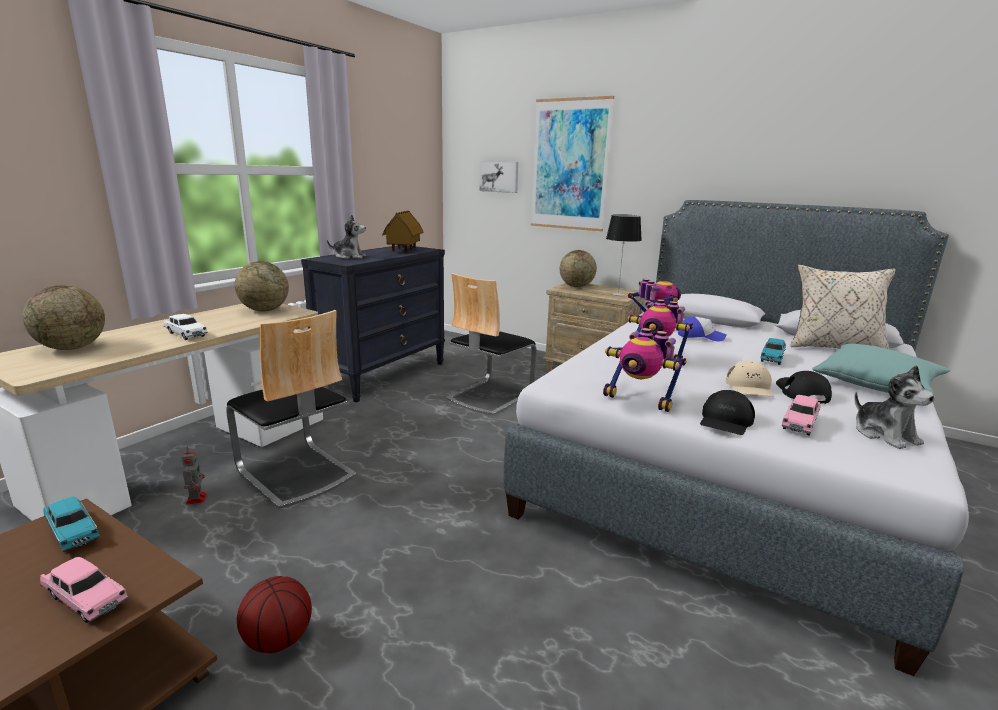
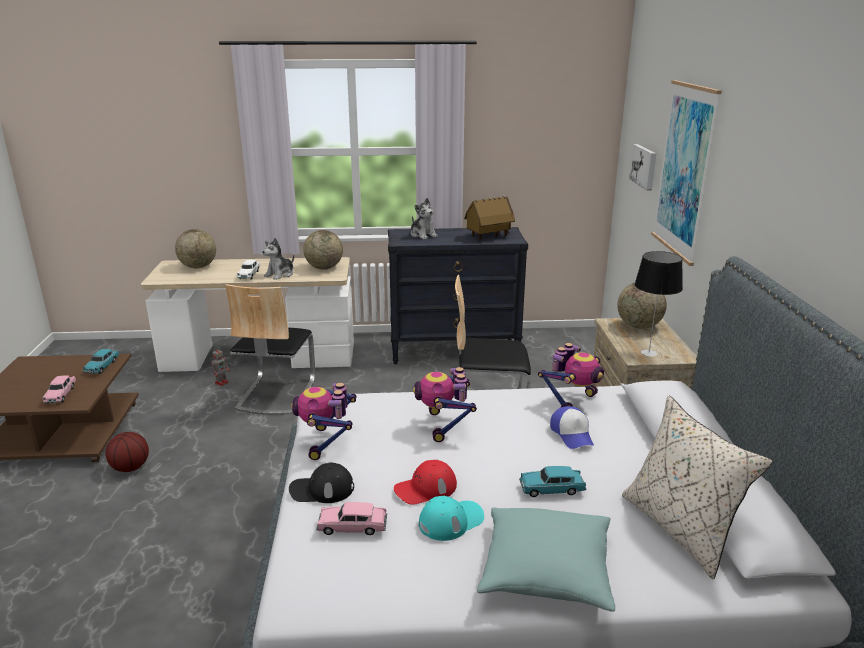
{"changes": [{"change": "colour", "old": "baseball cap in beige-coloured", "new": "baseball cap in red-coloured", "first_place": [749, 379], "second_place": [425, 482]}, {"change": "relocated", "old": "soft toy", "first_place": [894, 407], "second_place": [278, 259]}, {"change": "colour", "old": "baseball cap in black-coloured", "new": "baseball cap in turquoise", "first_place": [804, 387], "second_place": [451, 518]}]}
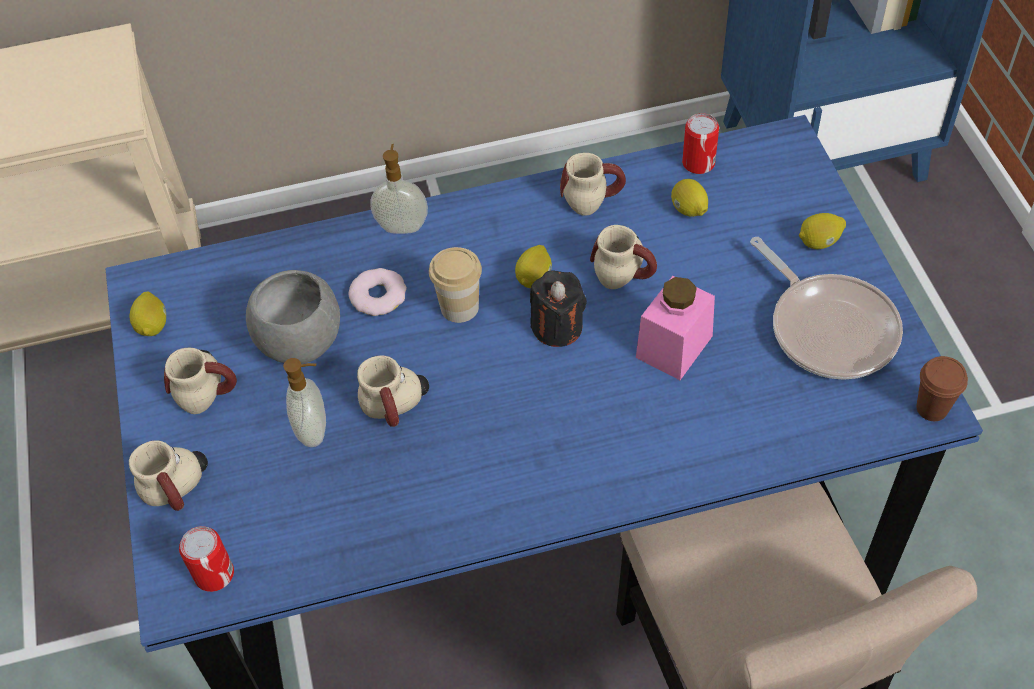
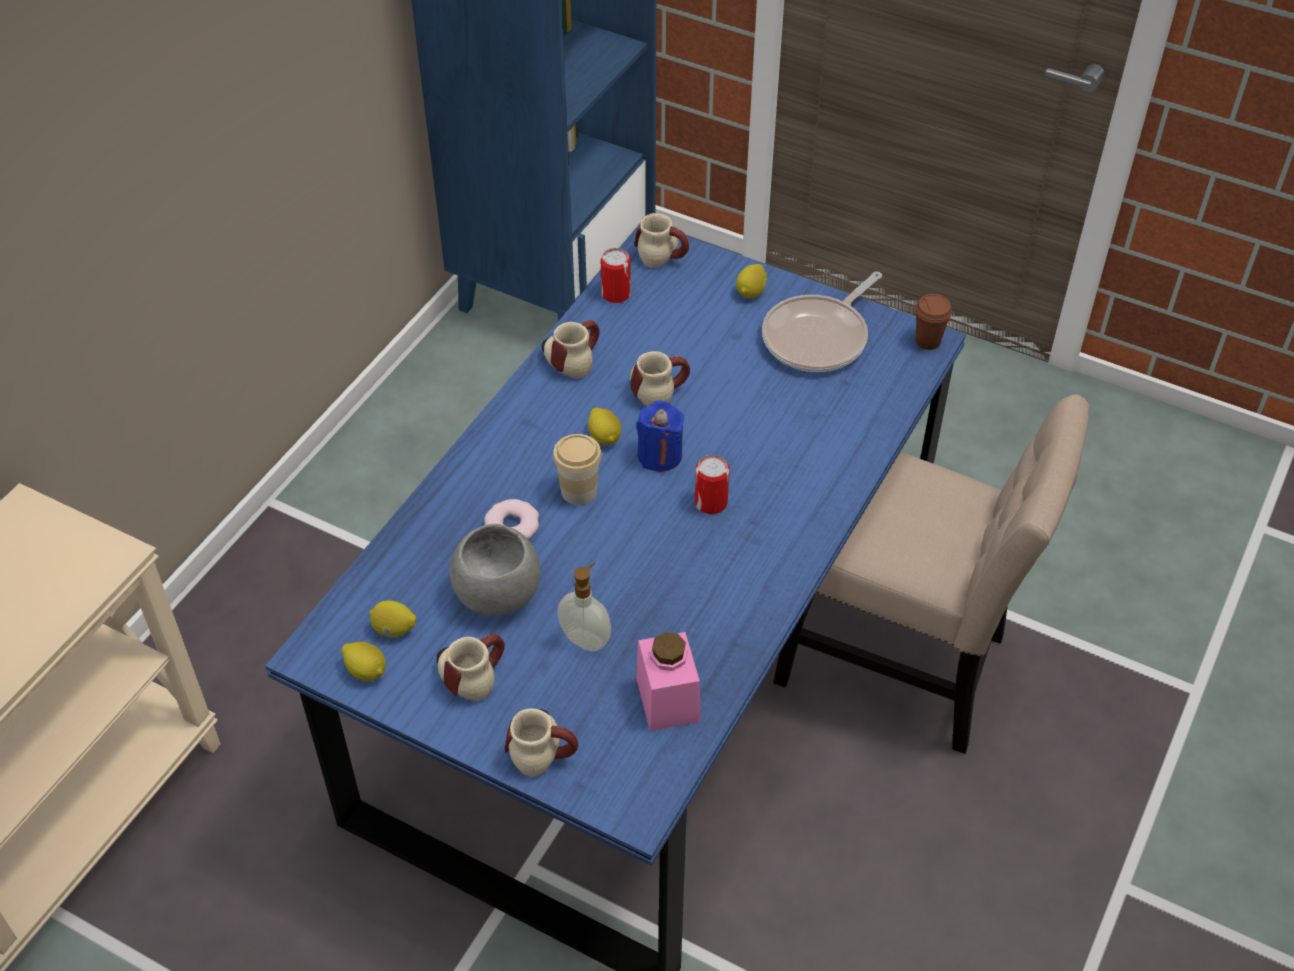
{"changes": [{"change": "missing", "old": "soap bottle", "first_place": [399, 189]}, {"change": "relocated", "old": "lemon", "first_place": [689, 198], "second_place": [393, 618]}, {"change": "spun", "old": "pan", "first_place": [826, 308], "second_place": [822, 321], "degrees": 120}, {"change": "colour", "old": "wax candle in black-coloured", "new": "wax candle in blue", "first_place": [558, 308], "second_place": [660, 436]}, {"change": "relocated", "old": "preserve jar in pink", "first_place": [675, 328], "second_place": [668, 681]}, {"change": "relocated", "old": "coffee mug", "first_place": [393, 391], "second_place": [662, 240]}, {"change": "relocated", "old": "metal can", "first_place": [206, 559], "second_place": [712, 484]}]}
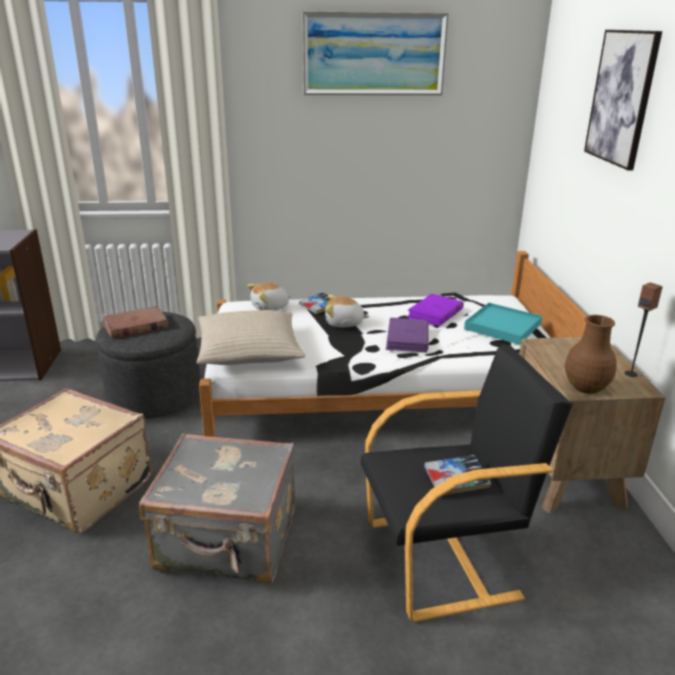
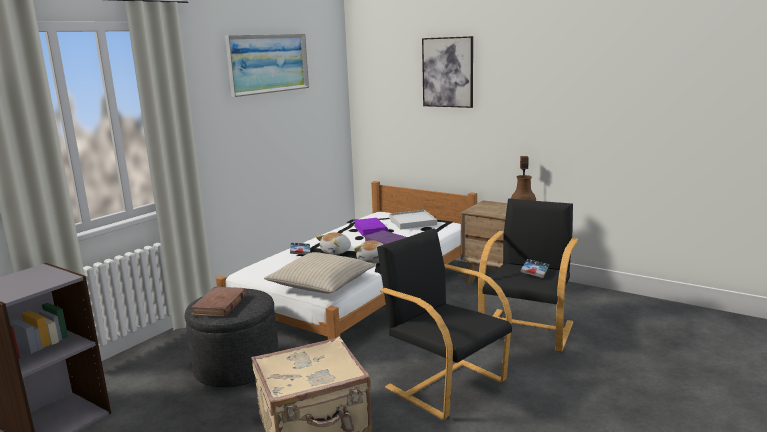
{"changes": [{"change": "relocated", "old": "soft toy", "first_place": [269, 296], "second_place": [368, 252]}, {"change": "colour", "old": "serving tray in turquoise", "new": "serving tray in white-coloured", "first_place": [503, 324], "second_place": [413, 220]}, {"change": "exchanged", "old": "travel case in greyish", "new": "easy chair in black-coloured", "first_place": [217, 508], "second_place": [444, 324]}]}
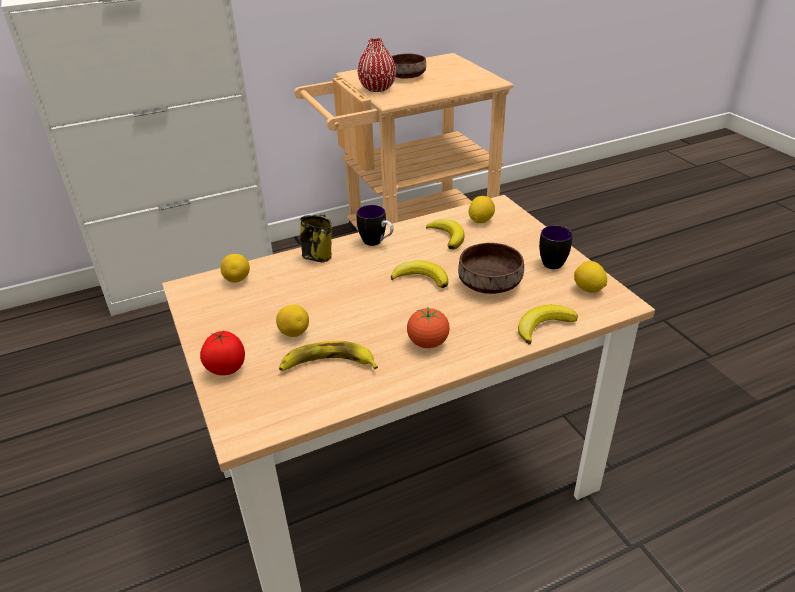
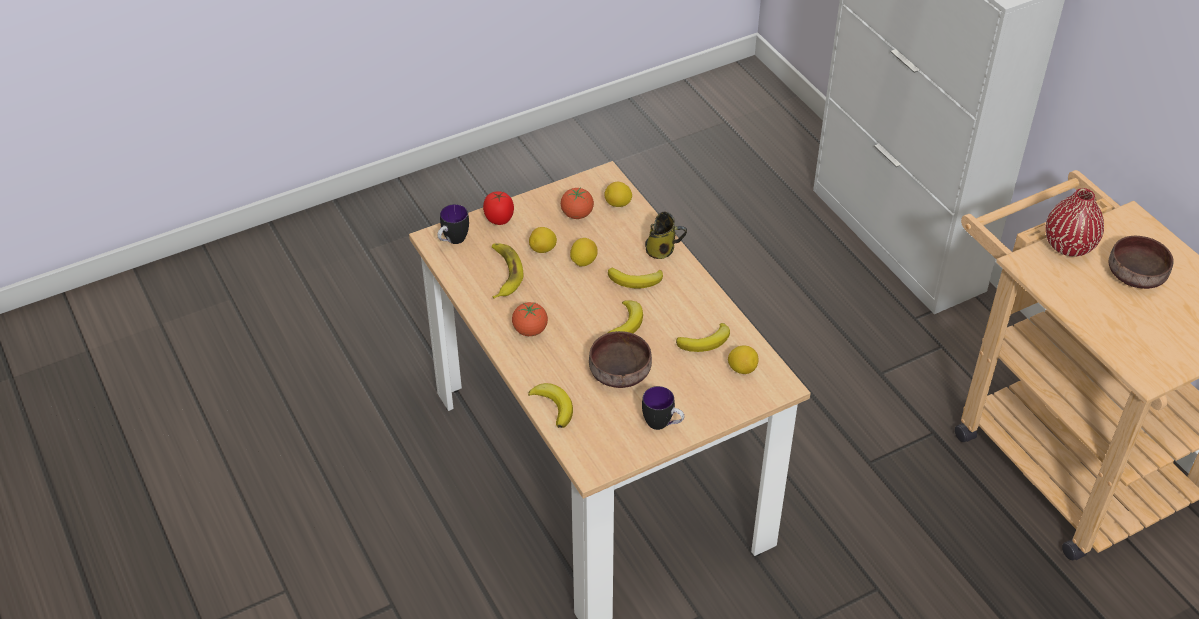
{"changes": [{"change": "relocated", "old": "coffee mug", "first_place": [375, 225], "second_place": [453, 224]}, {"change": "relocated", "old": "lemon", "first_place": [590, 277], "second_place": [584, 252]}, {"change": "appeared", "new": "whole tomato", "second_place": [577, 203]}, {"change": "appeared", "new": "banana fruit", "second_place": [635, 278]}]}
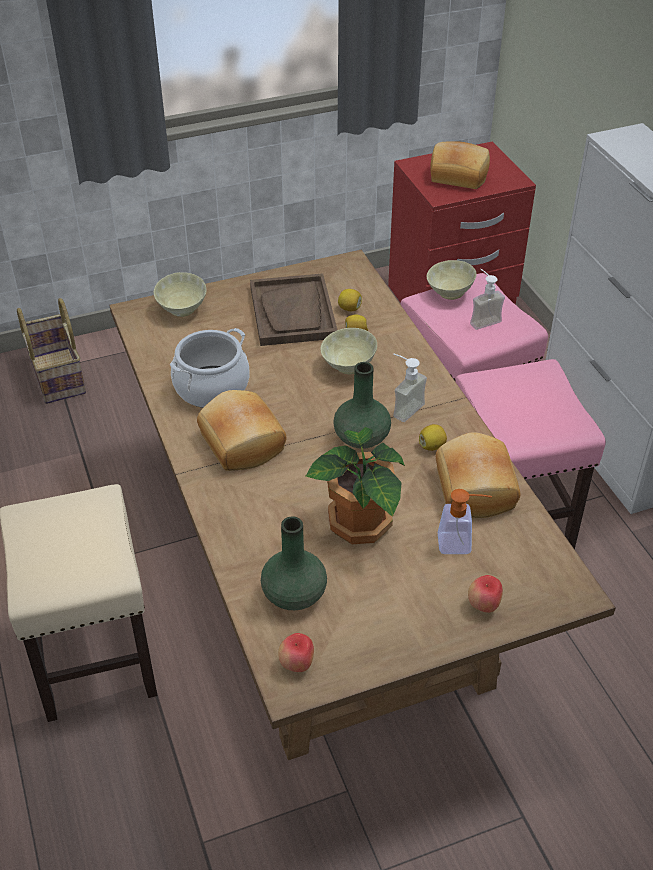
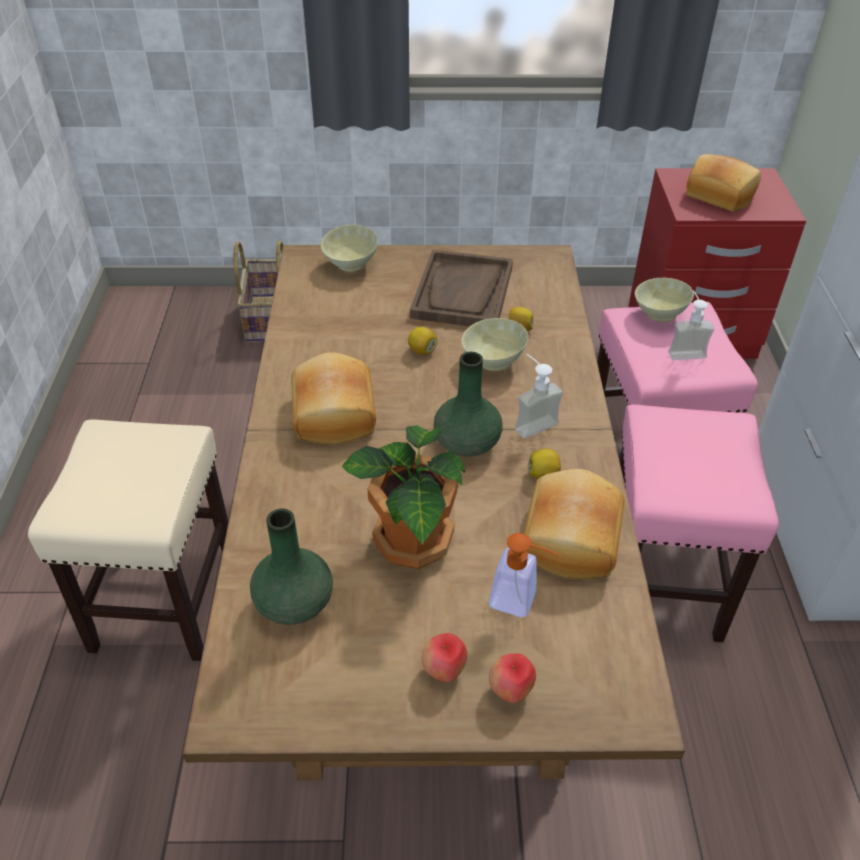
{"changes": [{"change": "relocated", "old": "lemon", "first_place": [350, 300], "second_place": [423, 341]}, {"change": "missing", "old": "saucepot", "first_place": [209, 368]}, {"change": "relocated", "old": "whole apple", "first_place": [296, 652], "second_place": [444, 657]}]}
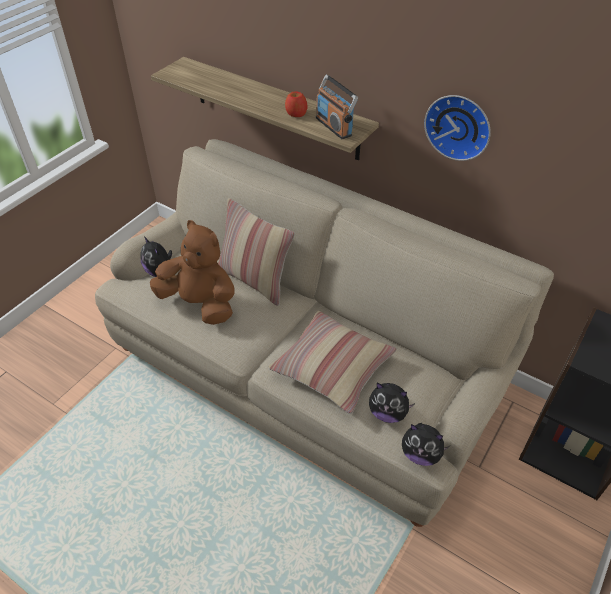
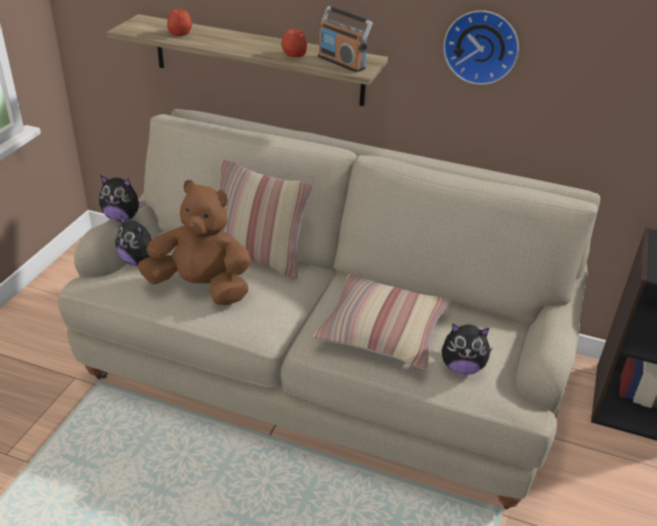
{"changes": [{"change": "relocated", "old": "soft toy", "first_place": [425, 444], "second_place": [122, 198]}, {"change": "appeared", "new": "whole apple", "second_place": [179, 22]}]}
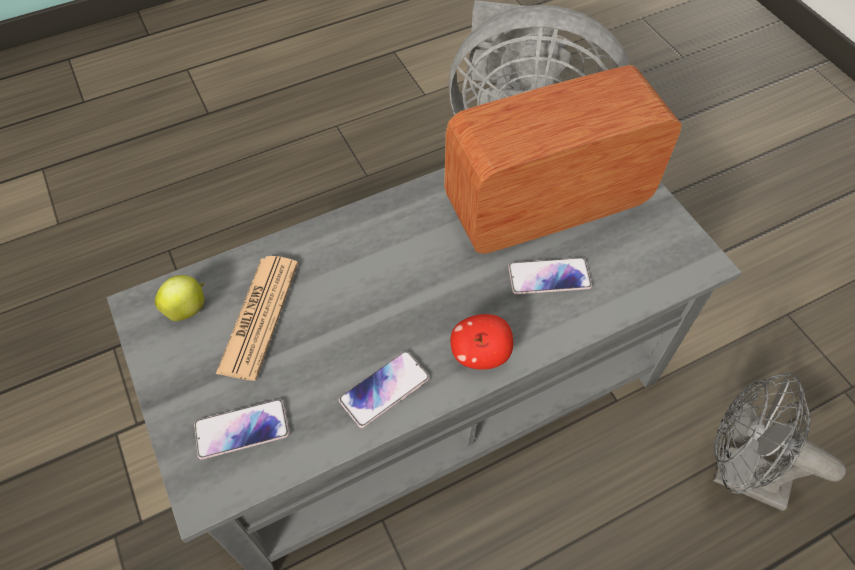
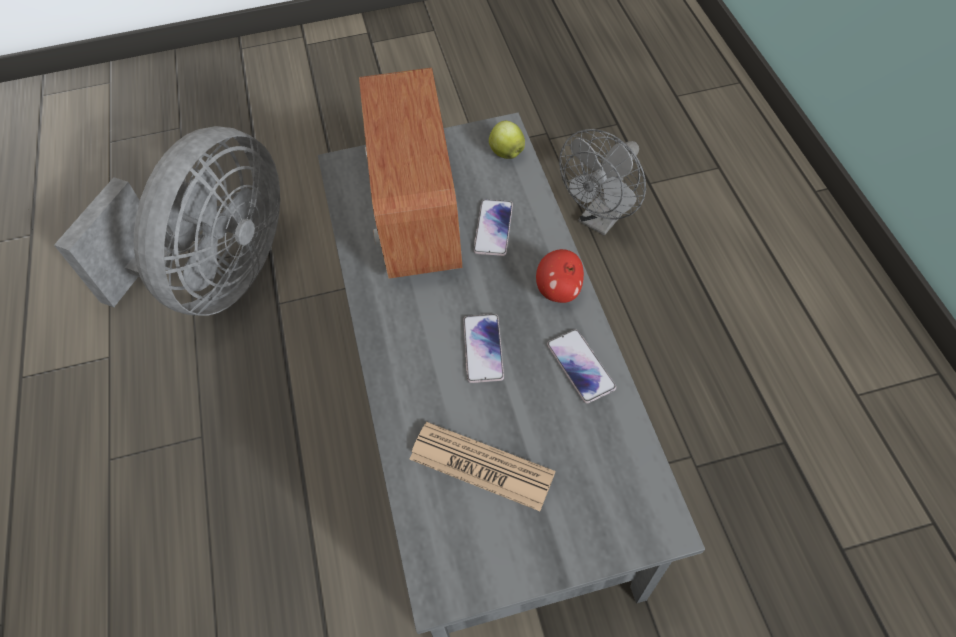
{"changes": [{"change": "relocated", "old": "whole apple", "first_place": [179, 298], "second_place": [507, 140]}, {"change": "relocated", "old": "phone", "first_place": [241, 429], "second_place": [483, 348]}]}
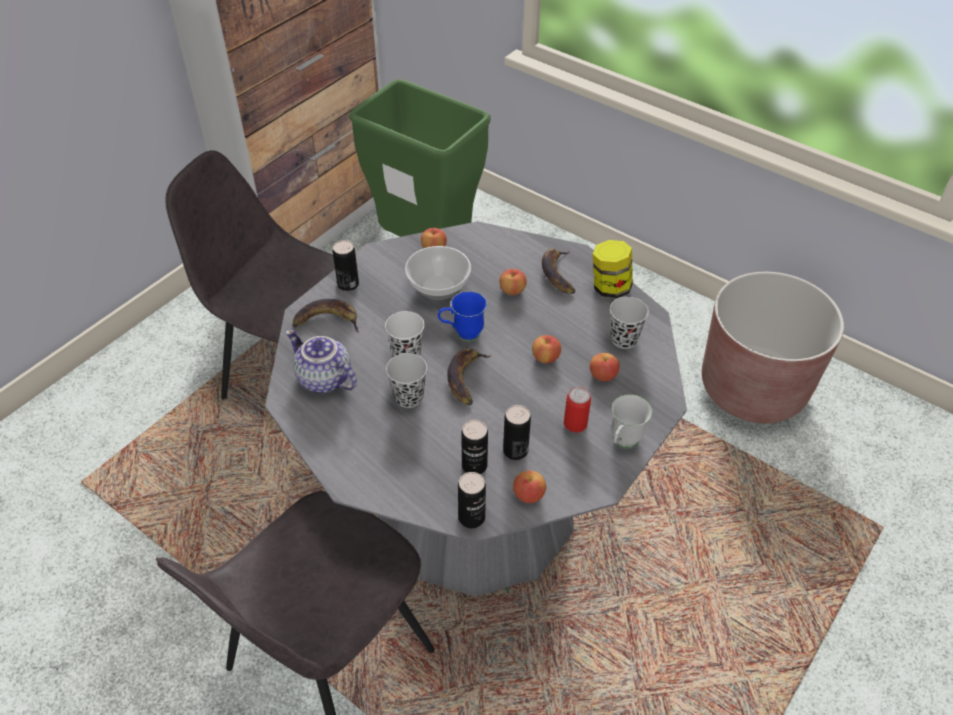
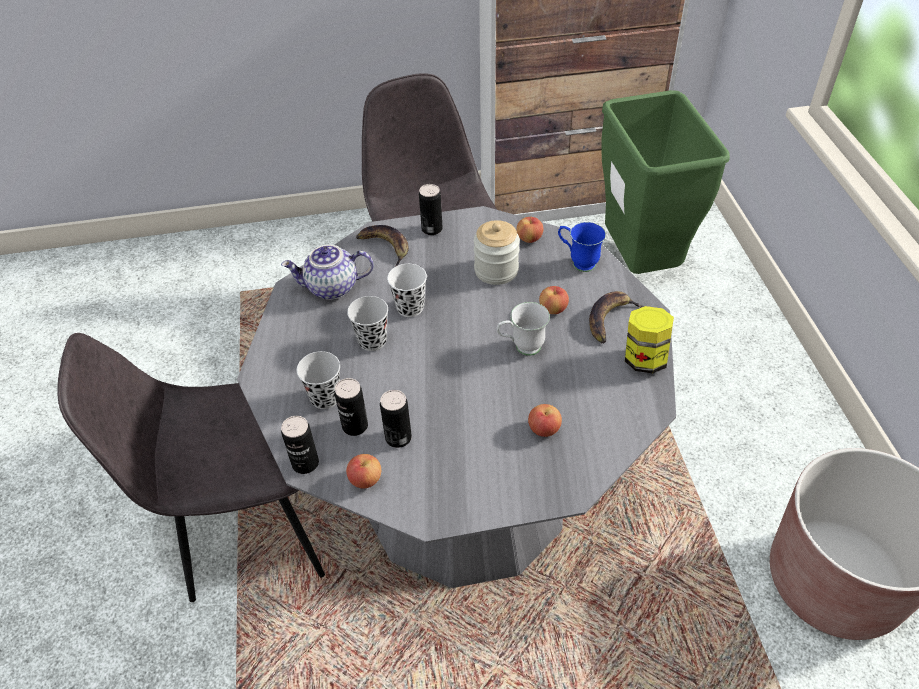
{"changes": [{"change": "exchanged", "old": "bowl", "new": "preserve jar", "first_place": [438, 273], "second_place": [497, 252]}, {"change": "relocated", "old": "coffee mug in blue", "first_place": [462, 316], "second_place": [582, 247]}, {"change": "relocated", "old": "small cup in black-coloured", "first_place": [629, 323], "second_place": [318, 380]}, {"change": "spun", "old": "tea pot", "first_place": [321, 361], "second_place": [327, 272], "degrees": -90}, {"change": "missing", "old": "whole apple", "first_place": [546, 349]}, {"change": "missing", "old": "banana fruit", "first_place": [469, 376]}, {"change": "missing", "old": "metal can", "first_place": [577, 410]}, {"change": "relocated", "old": "coffee mug in white-coloured", "first_place": [631, 421], "second_place": [523, 329]}]}
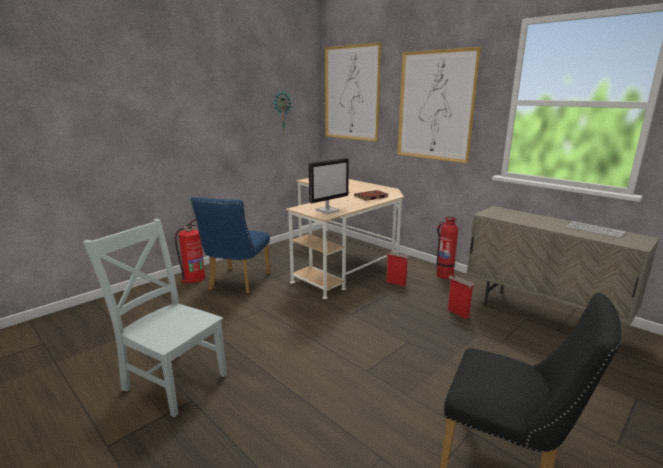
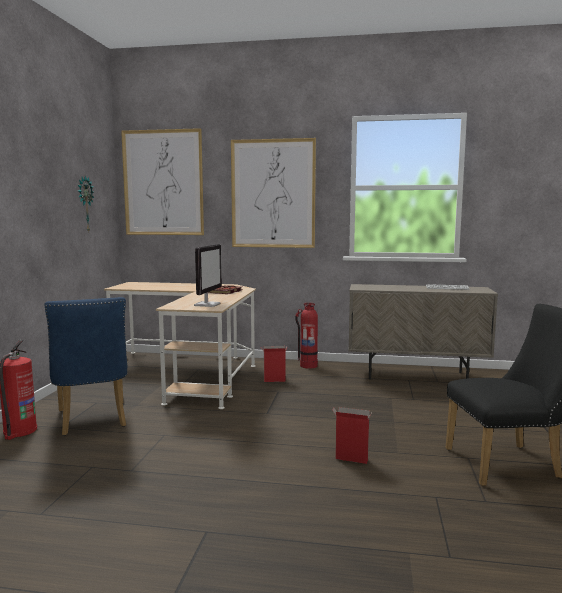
{"changes": [{"change": "missing", "old": "upright chair in greyish", "first_place": [155, 318]}, {"change": "relocated", "old": "carton", "first_place": [461, 297], "second_place": [351, 435]}]}
